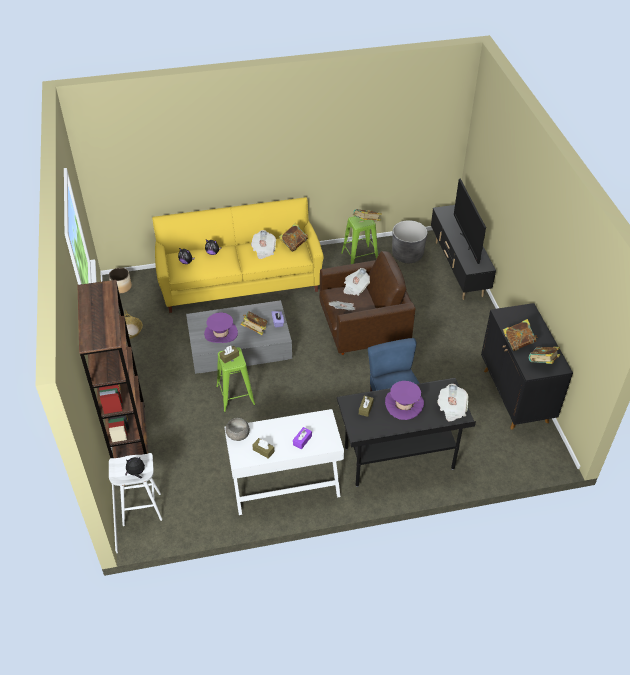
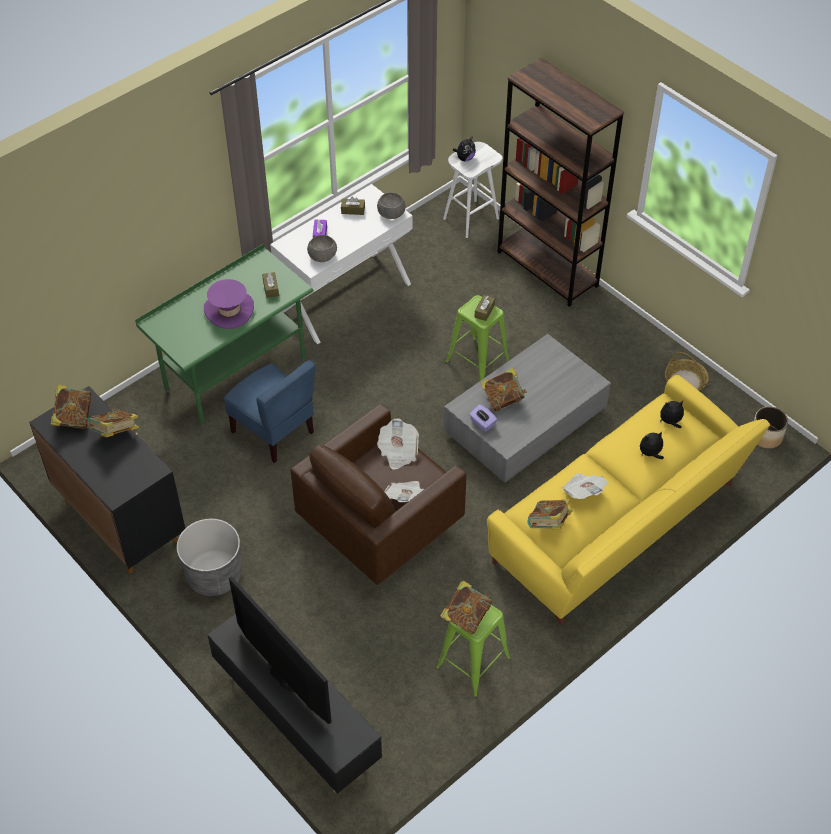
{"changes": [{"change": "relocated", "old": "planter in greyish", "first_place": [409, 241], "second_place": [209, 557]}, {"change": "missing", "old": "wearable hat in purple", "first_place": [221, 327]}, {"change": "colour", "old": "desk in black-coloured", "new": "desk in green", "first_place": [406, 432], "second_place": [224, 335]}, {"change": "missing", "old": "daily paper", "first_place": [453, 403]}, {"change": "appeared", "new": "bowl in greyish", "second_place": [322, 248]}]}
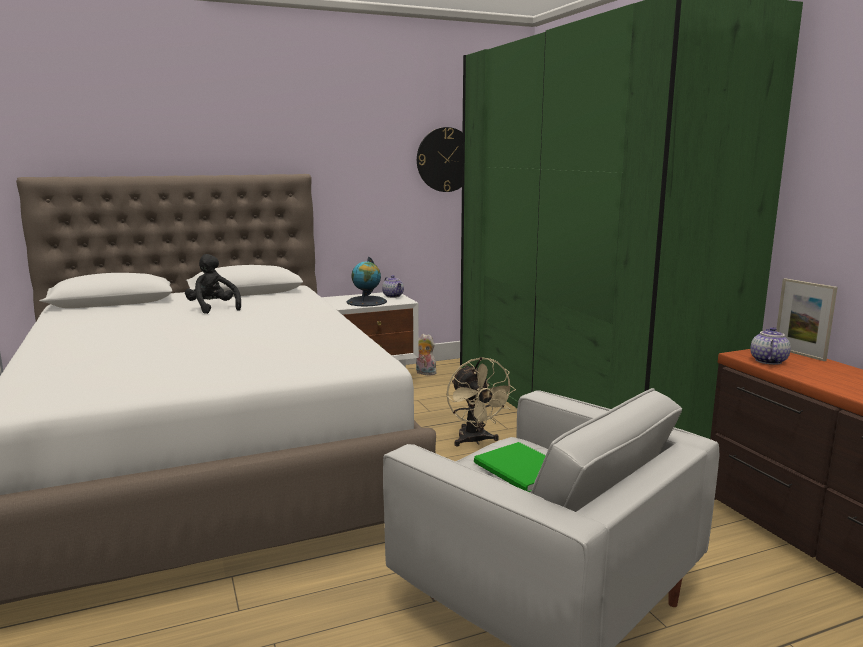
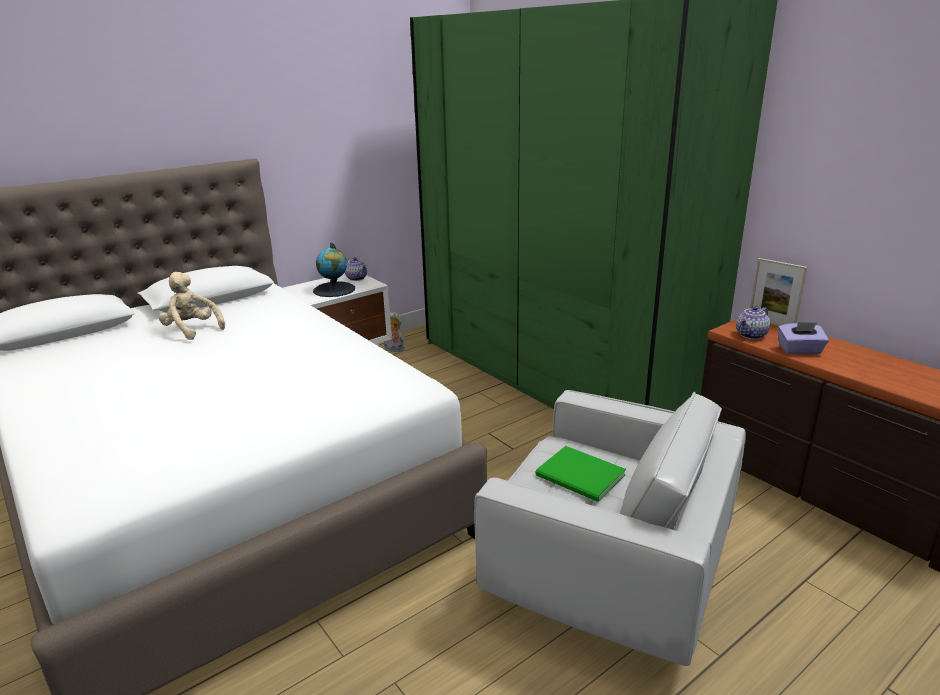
{"changes": [{"change": "missing", "old": "wall clock", "first_place": [440, 159]}, {"change": "colour", "old": "soft toy in black-coloured", "new": "soft toy in beige-coloured", "first_place": [213, 284], "second_place": [192, 306]}, {"change": "spun", "old": "tea pot", "first_place": [770, 346], "second_place": [753, 323], "degrees": -135}, {"change": "missing", "old": "electric fan in beige-coloured", "first_place": [481, 401]}, {"change": "appeared", "new": "tissue box in purple", "second_place": [803, 338]}]}
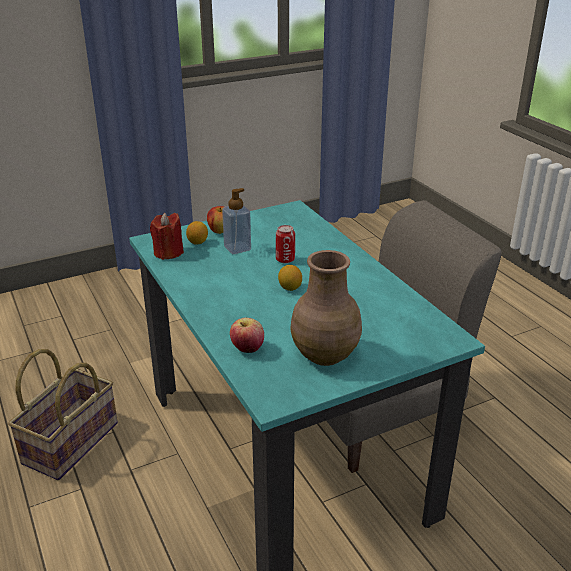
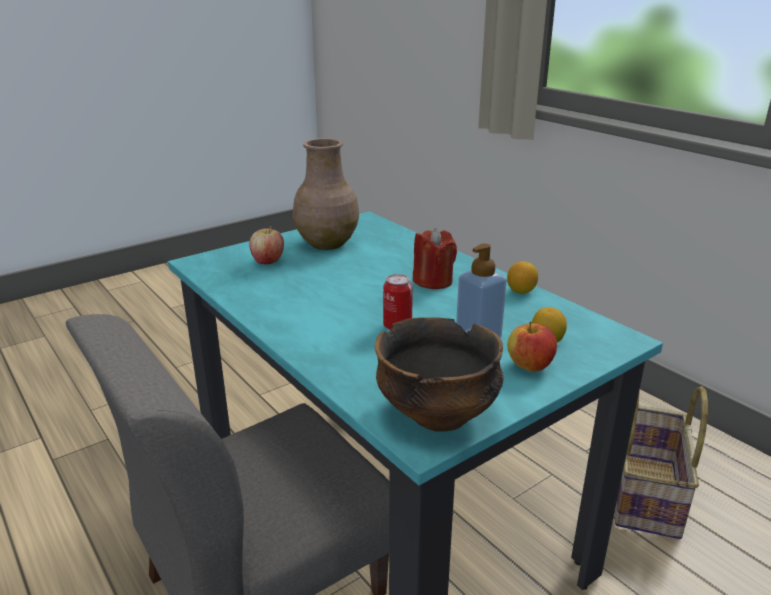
{"changes": [{"change": "relocated", "old": "wax candle in red-coloured", "first_place": [167, 236], "second_place": [435, 258]}, {"change": "relocated", "old": "lemon", "first_place": [290, 278], "second_place": [522, 277]}, {"change": "relocated", "old": "whole apple", "first_place": [247, 335], "second_place": [266, 245]}, {"change": "appeared", "new": "bowl", "second_place": [439, 374]}]}
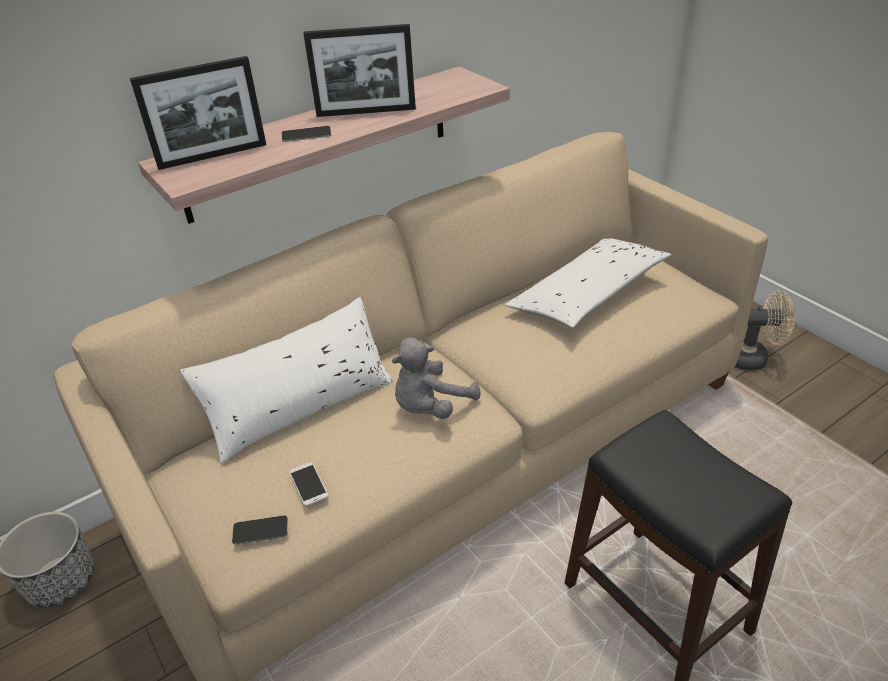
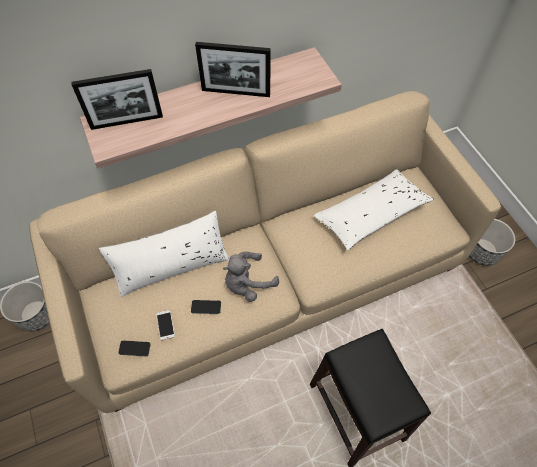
{"changes": [{"change": "relocated", "old": "phone", "first_place": [306, 134], "second_place": [206, 307]}, {"change": "exchanged", "old": "electric fan in beige-coloured", "new": "planter", "first_place": [765, 330], "second_place": [492, 242]}]}
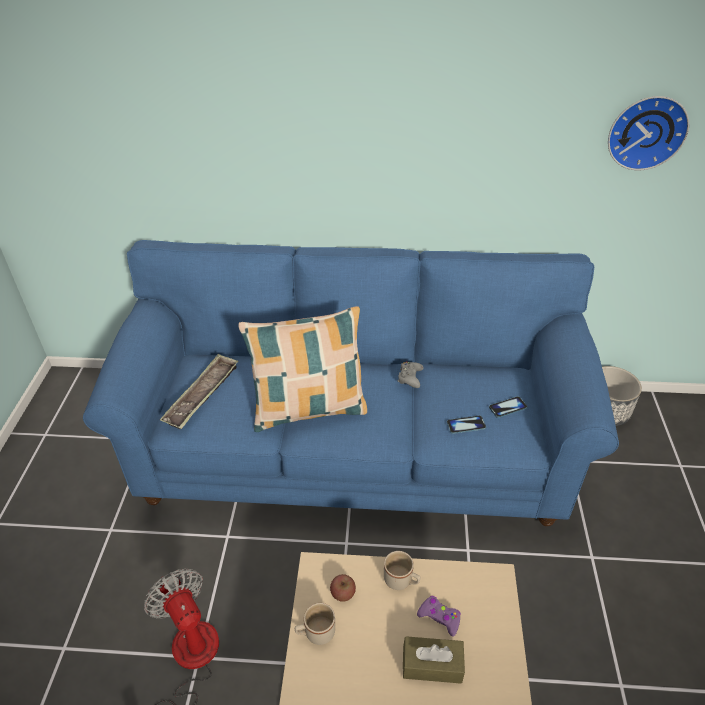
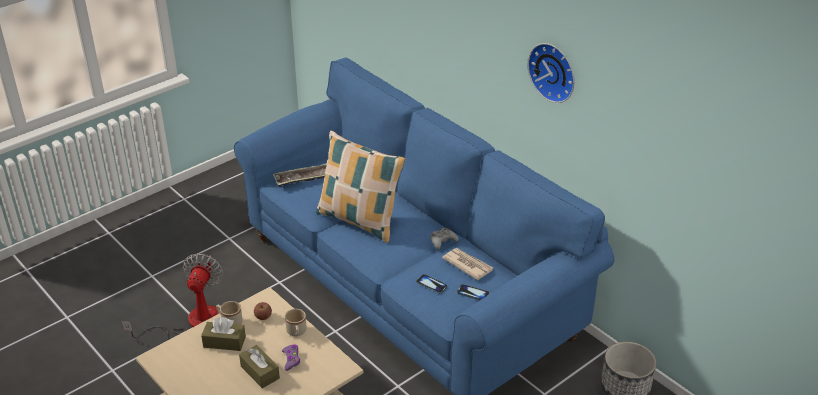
{"changes": [{"change": "relocated", "old": "wall clock", "first_place": [648, 133], "second_place": [551, 73]}, {"change": "appeared", "new": "daily paper", "second_place": [467, 264]}, {"change": "appeared", "new": "tissue box in brown", "second_place": [223, 334]}]}
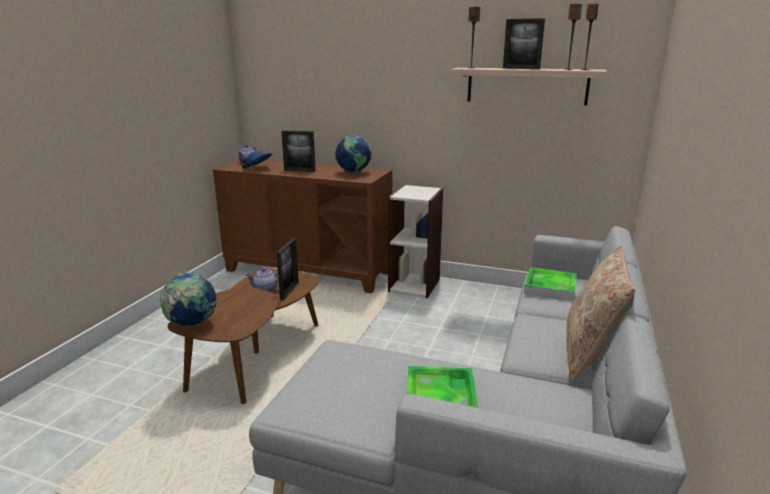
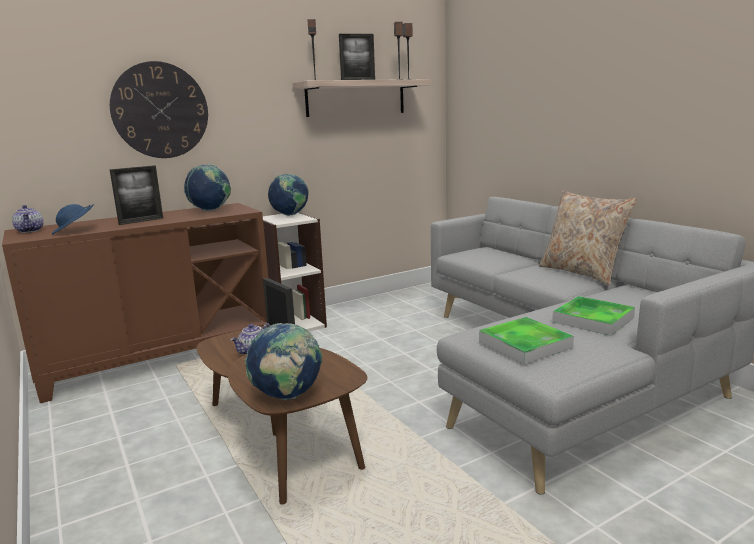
{"changes": [{"change": "relocated", "old": "serving tray", "first_place": [550, 284], "second_place": [526, 340]}, {"change": "appeared", "new": "wall clock", "second_place": [159, 109]}, {"change": "appeared", "new": "world globe", "second_place": [288, 195]}]}
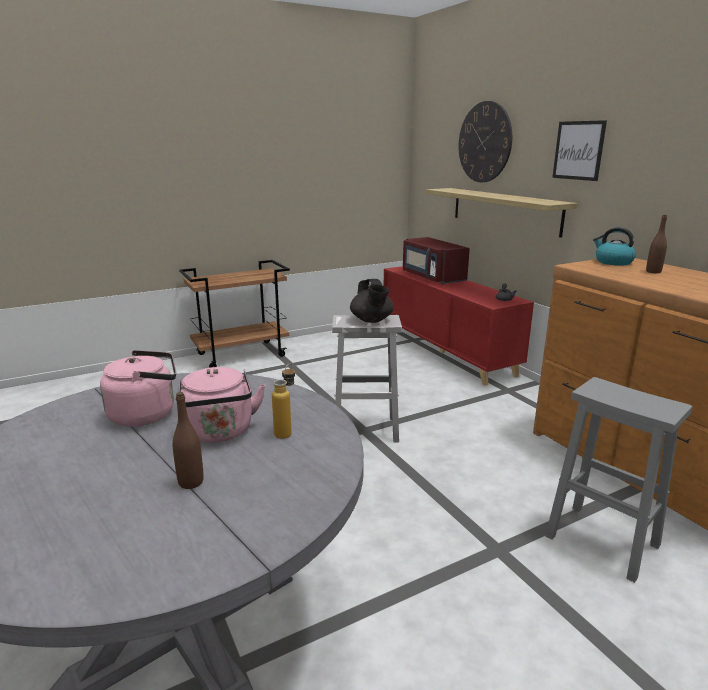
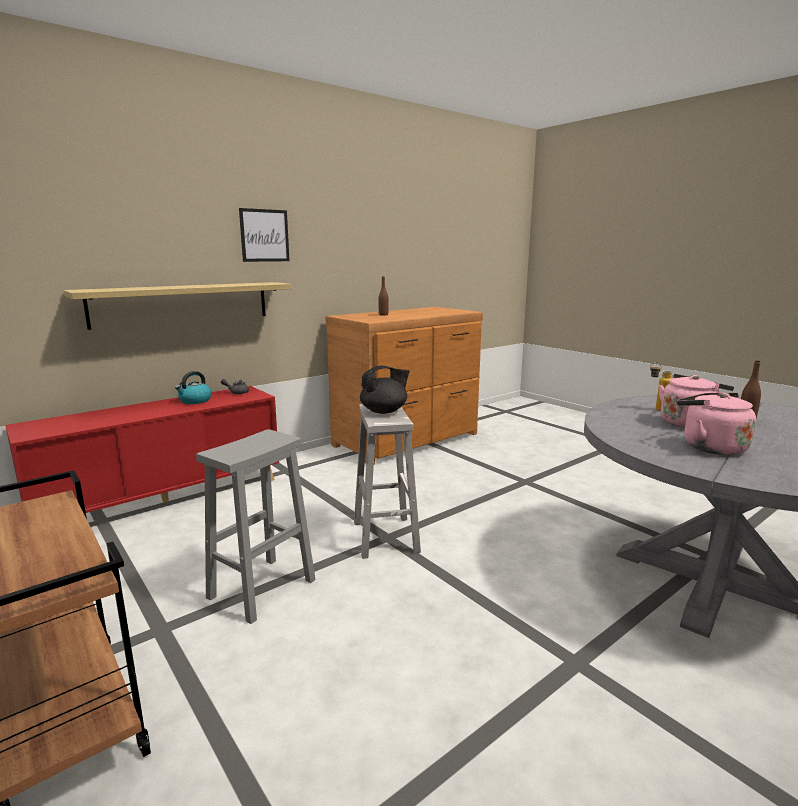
{"changes": [{"change": "missing", "old": "wall clock", "first_place": [485, 141]}, {"change": "relocated", "old": "water kettle", "first_place": [614, 246], "second_place": [193, 387]}, {"change": "missing", "old": "microwave in red-coloured", "first_place": [436, 260]}, {"change": "relocated", "old": "stool seat in greyish", "first_place": [618, 480], "second_place": [255, 526]}]}
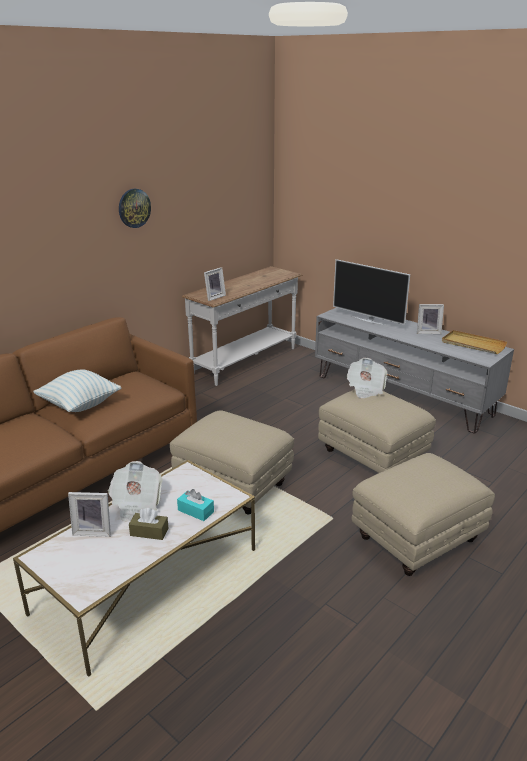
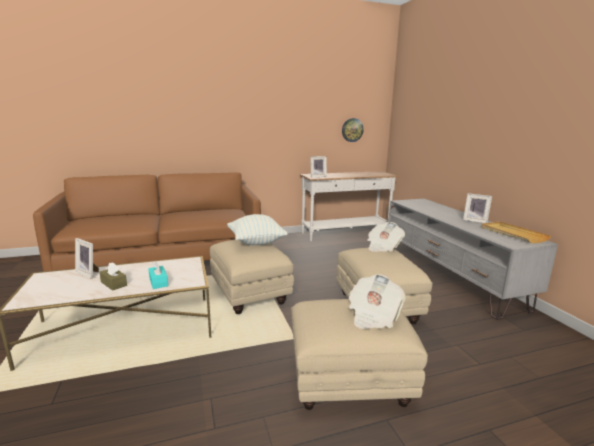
{"changes": [{"change": "relocated", "old": "wall clock", "first_place": [135, 208], "second_place": [353, 130]}, {"change": "missing", "old": "TV", "first_place": [371, 292]}, {"change": "relocated", "old": "pillow", "first_place": [77, 390], "second_place": [257, 229]}, {"change": "relocated", "old": "daily paper", "first_place": [135, 491], "second_place": [377, 301]}]}
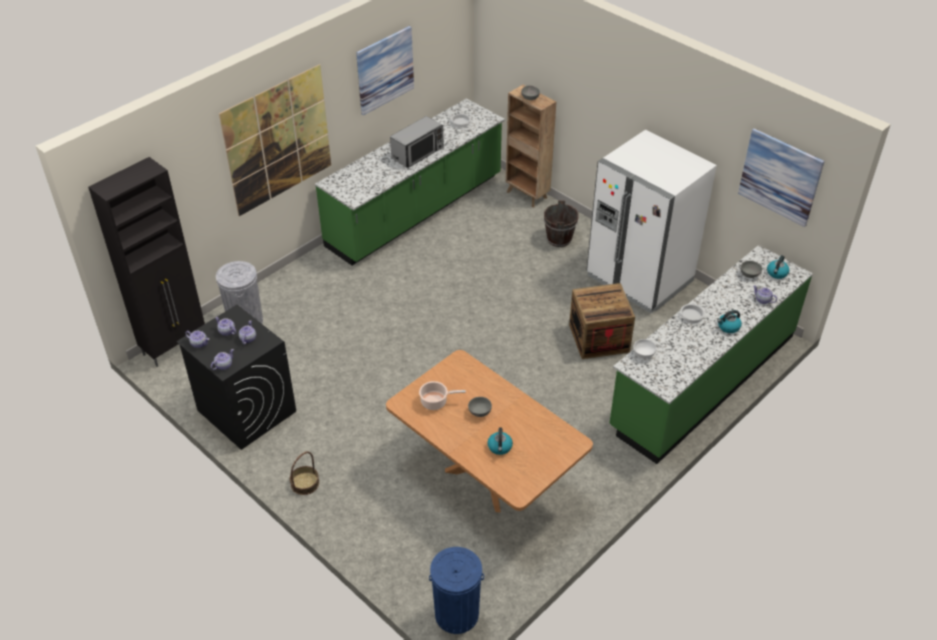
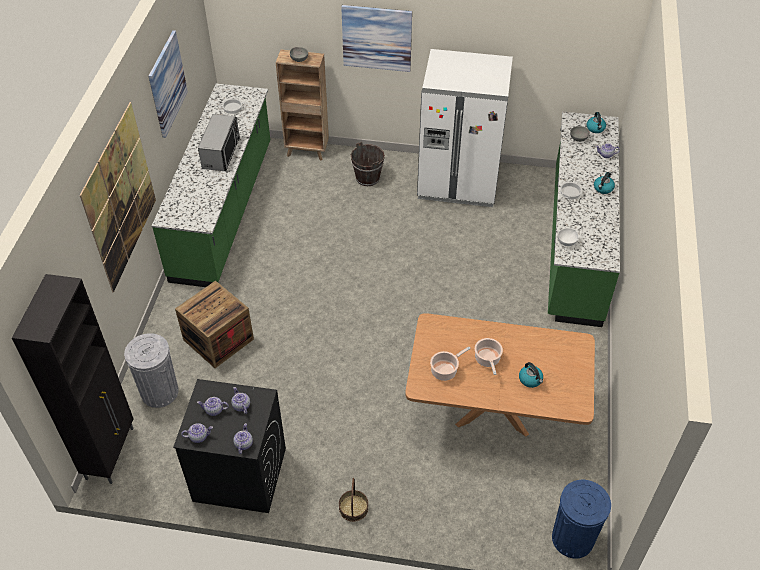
{"changes": [{"change": "relocated", "old": "wall art", "first_place": [781, 177], "second_place": [376, 38]}, {"change": "relocated", "old": "packing crate", "first_place": [602, 321], "second_place": [214, 324]}, {"change": "exchanged", "old": "bowl in greyish", "new": "saucepot", "first_place": [480, 407], "second_place": [489, 356]}]}
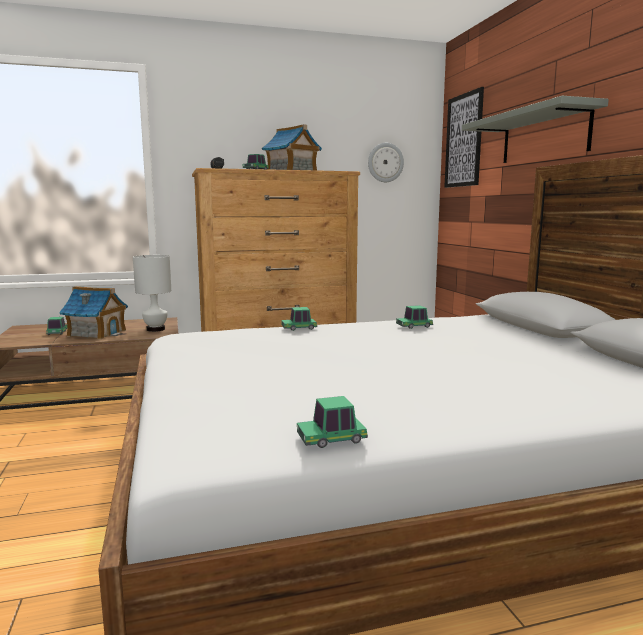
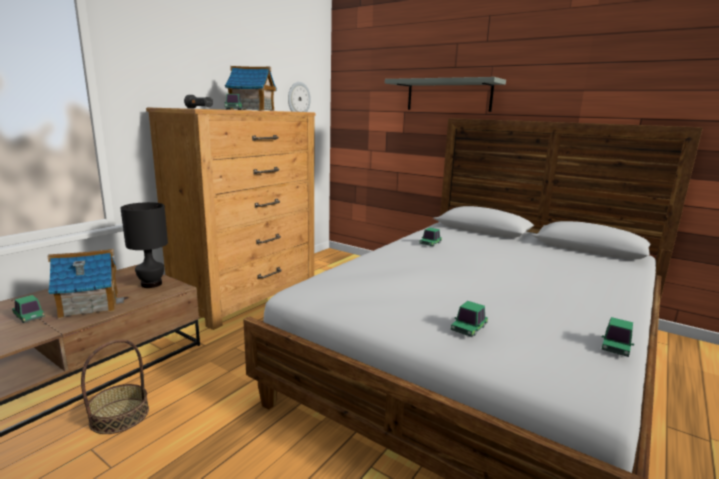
{"changes": [{"change": "missing", "old": "wall art", "first_place": [464, 137]}, {"change": "colour", "old": "lamp for a table in white-coloured", "new": "lamp for a table in black-coloured", "first_place": [152, 293], "second_place": [144, 245]}, {"change": "relocated", "old": "model car", "first_place": [299, 319], "second_place": [469, 319]}, {"change": "appeared", "new": "household basket", "second_place": [115, 386]}]}
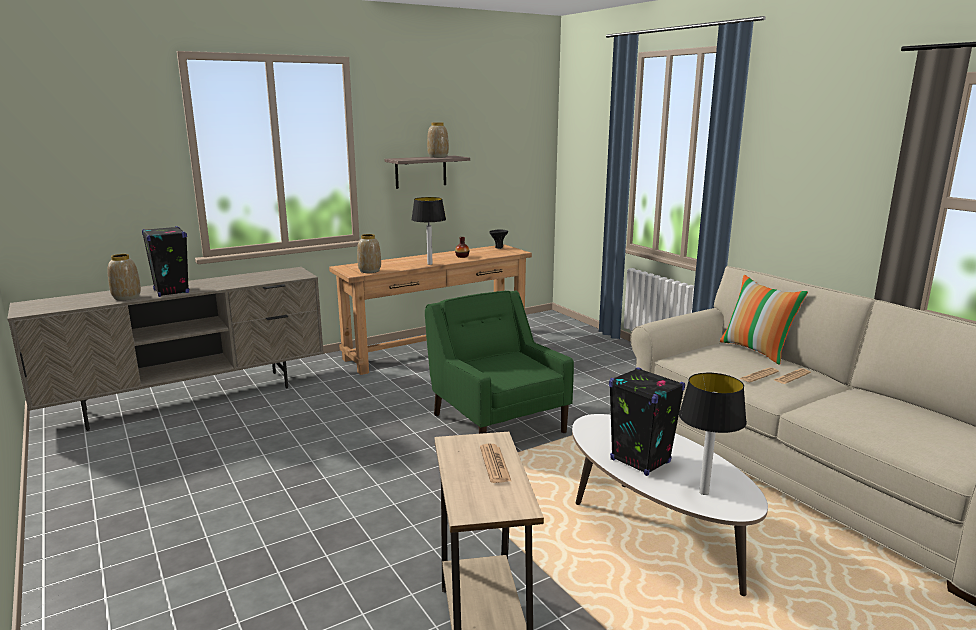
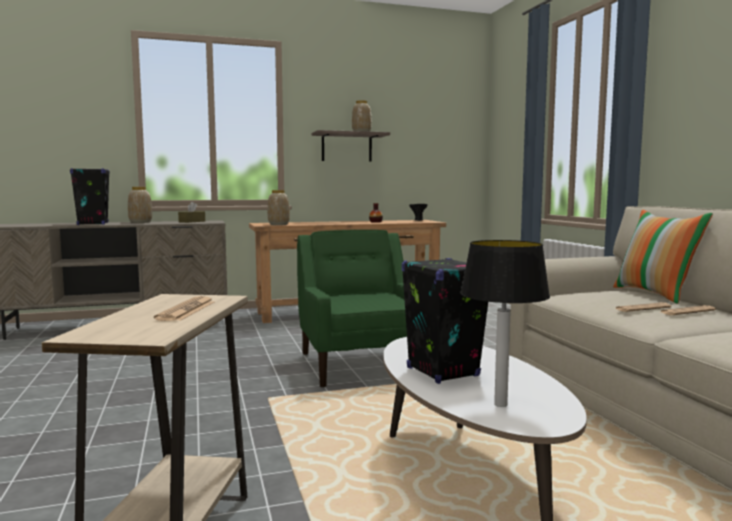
{"changes": [{"change": "missing", "old": "lamp for a table", "first_place": [428, 231]}, {"change": "relocated", "old": "vase", "first_place": [124, 277], "second_place": [140, 205]}, {"change": "appeared", "new": "tissue box in brown", "second_place": [191, 212]}]}
